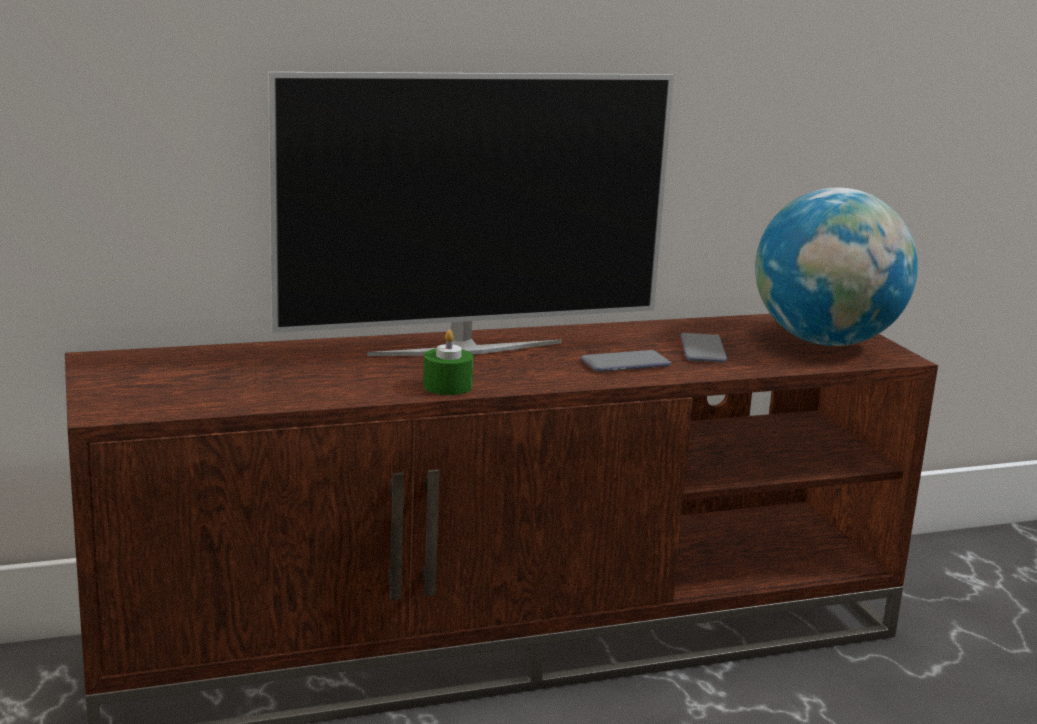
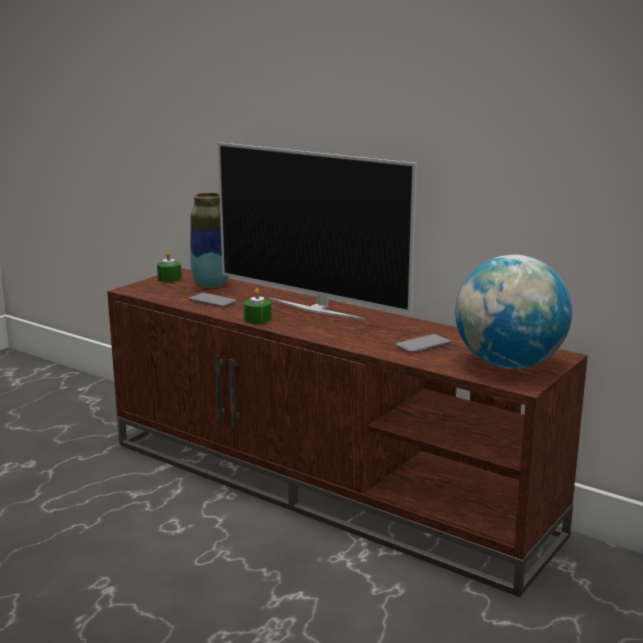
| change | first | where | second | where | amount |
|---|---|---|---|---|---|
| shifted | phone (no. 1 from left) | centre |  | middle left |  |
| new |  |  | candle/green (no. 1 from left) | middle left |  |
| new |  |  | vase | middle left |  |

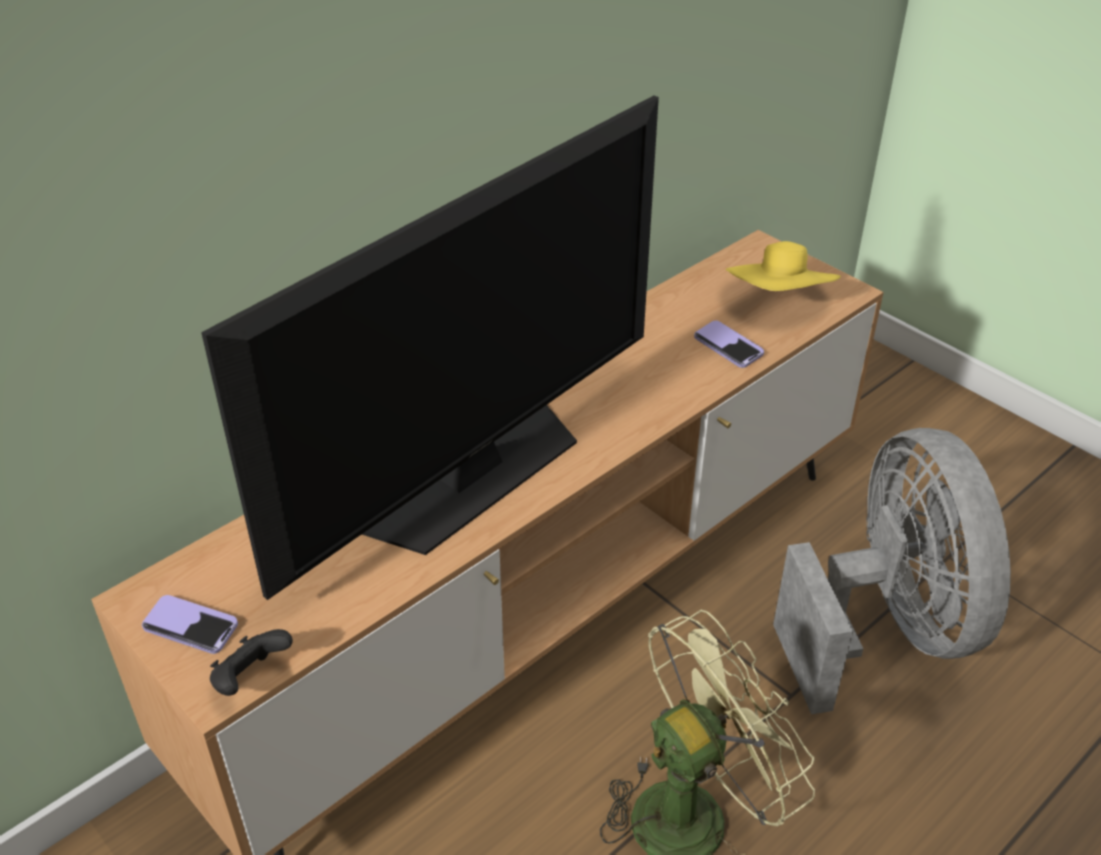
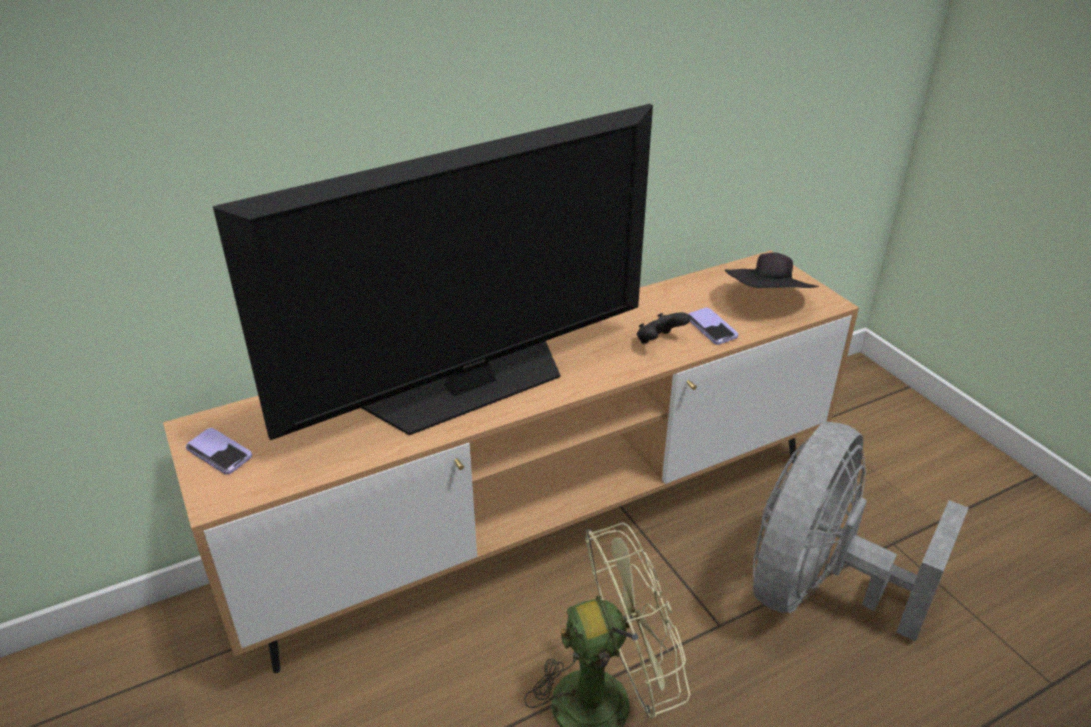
| change | first | where | second | where | amount |
|---|---|---|---|---|---|
| shifted | game controller/black | bottom left |  | centre |  |
| repainted | hat/yellow | top right | hat/black | middle right |  |
| rotated | fan/grey | bottom right |  | bottom right | 150 degrees counterclockwise |

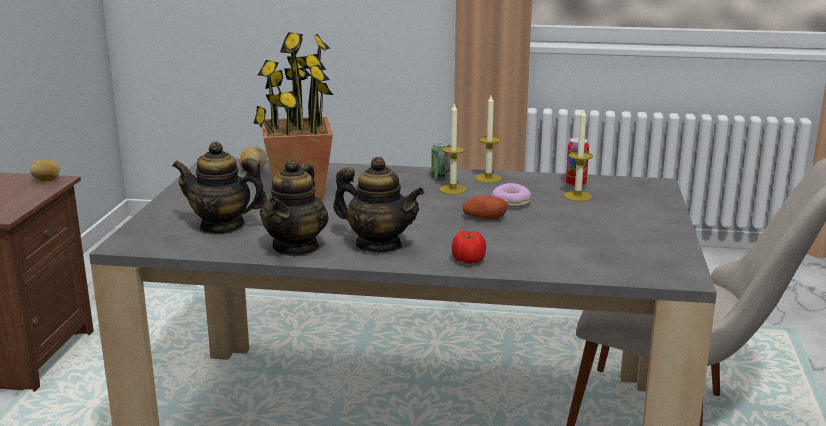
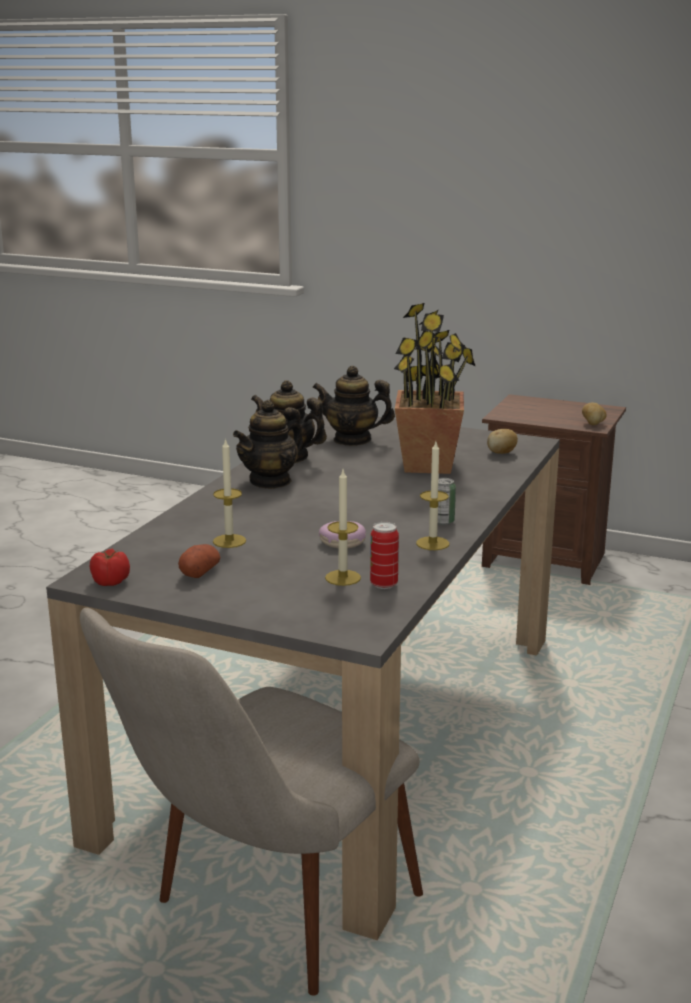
| change | first | where | second | where | amount |
|---|---|---|---|---|---|
| rotated | teapot (no. 1 from left in the first image) | middle left | teapot (no. 3 from left) | centre | 105 degrees counterclockwise |
| shifted | candle (no. 1 from left) | centre |  | middle left |  |
| shifted | tomato | centre |  | middle left |  |
| shifted | potato (no. 3 from left in the first image) | centre | potato (no. 1 from left) | middle left |  |

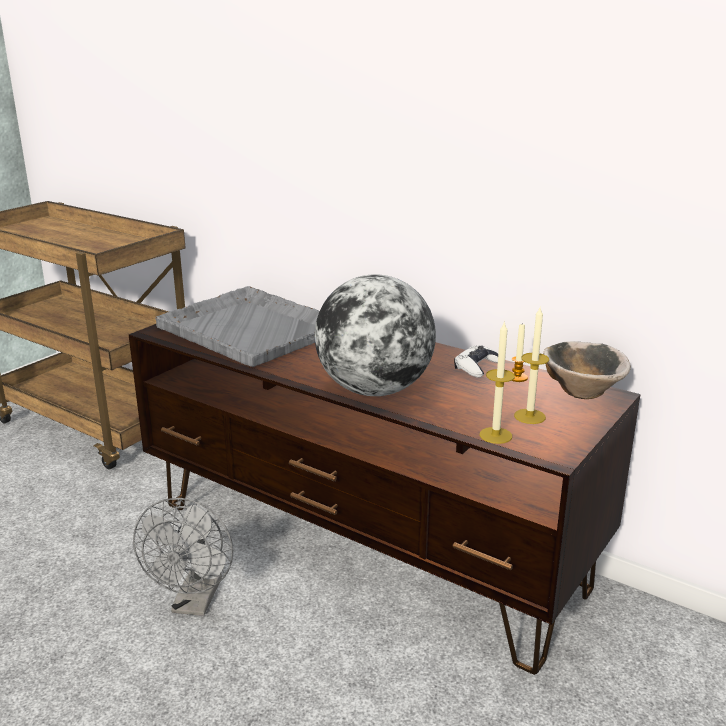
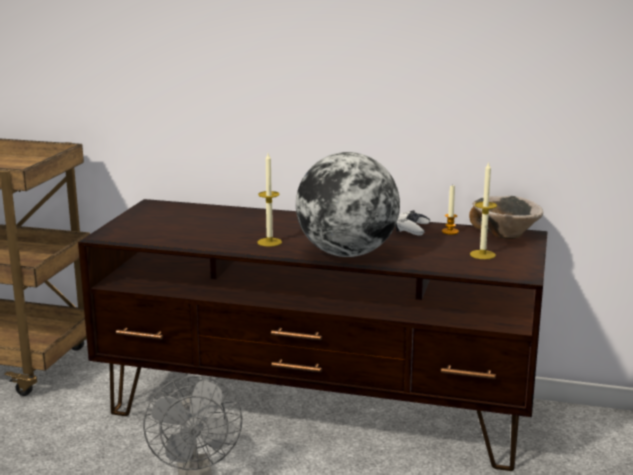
| change | first | where | second | where | amount |
|---|---|---|---|---|---|
| gone | tray/grey | middle left |  |  |  |
| shifted | candle (no. 1 from left) | middle right |  | centre |  |

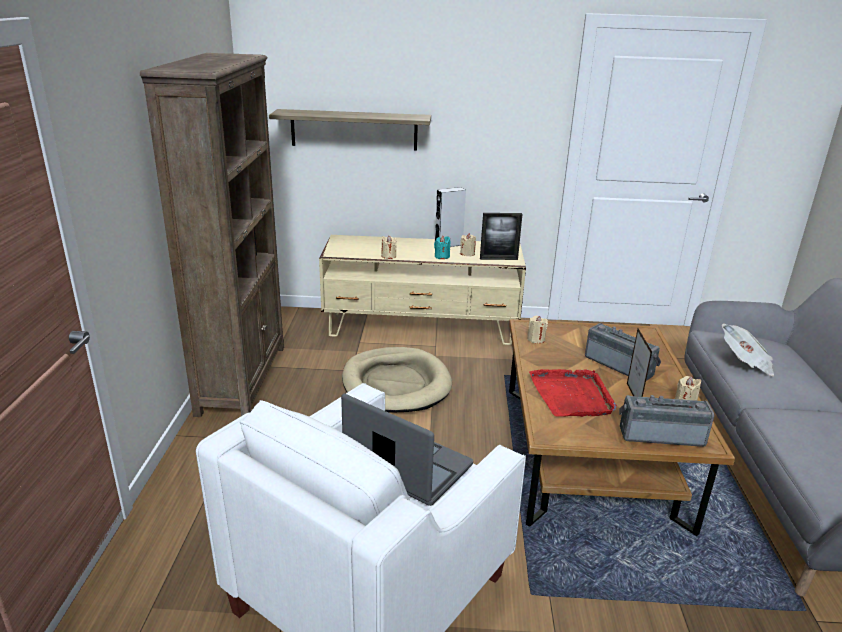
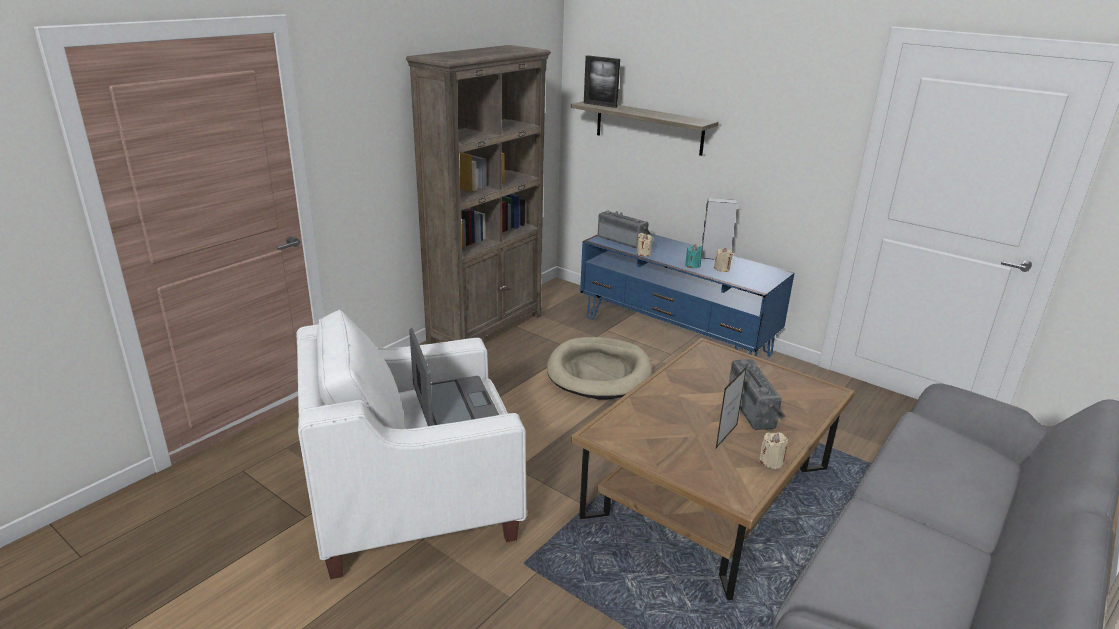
| change | first | where | second | where | amount |
|---|---|---|---|---|---|
| repainted | tv stand/beige | centre | tv stand/blue | centre |  |
| shifted | picture frame (no. 1 from left) | centre |  | top centre |  |
| gone | candle/beige (no. 3 from left) | centre |  |  |  |
| gone | tray/red | middle right |  |  |  |
| shifted | radio (no. 2 from left in the first image) | middle right | radio (no. 1 from left) | centre |  |
| gone | newspaper | middle right |  |  |  |

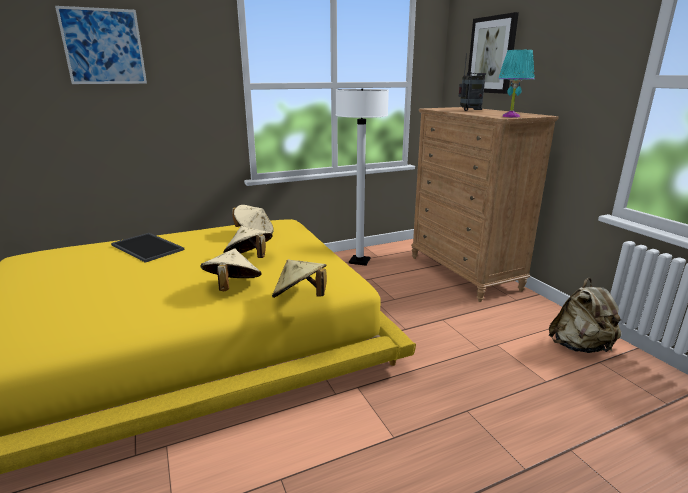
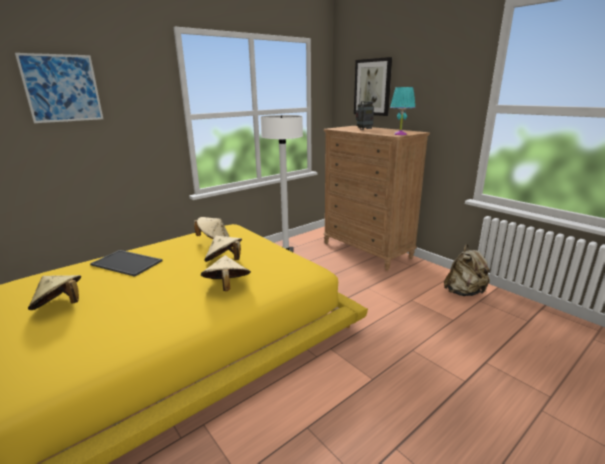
| change | first | where | second | where | amount |
|---|---|---|---|---|---|
| shifted | hat/beige (no. 4 from left in the first image) | centre | hat/beige (no. 1 from left) | middle left |  |

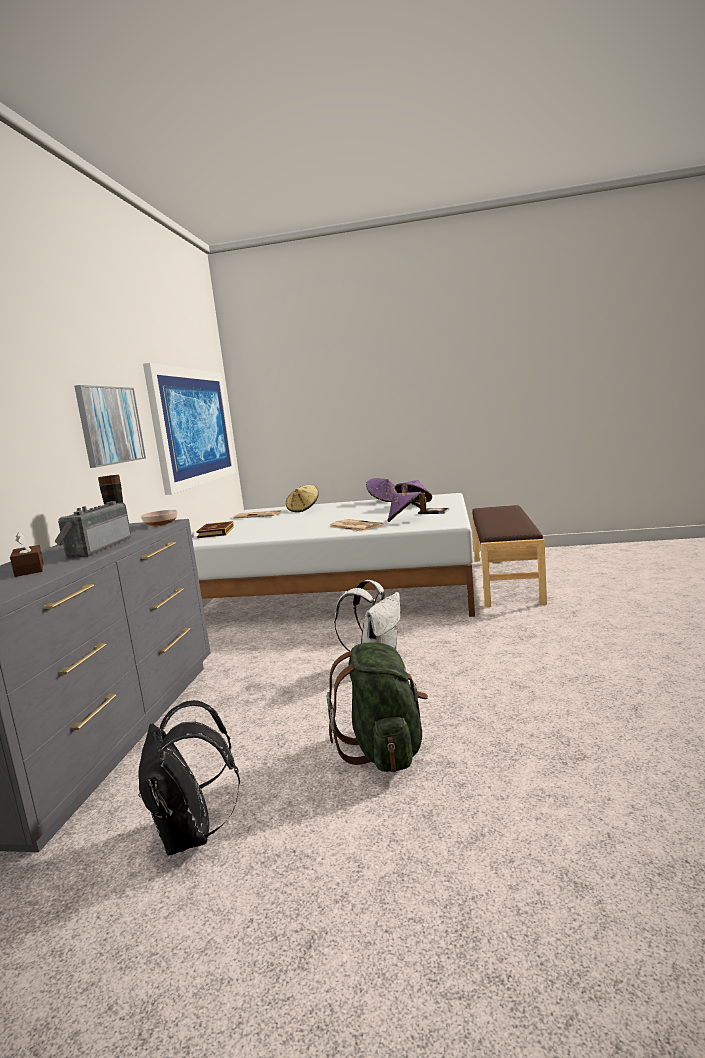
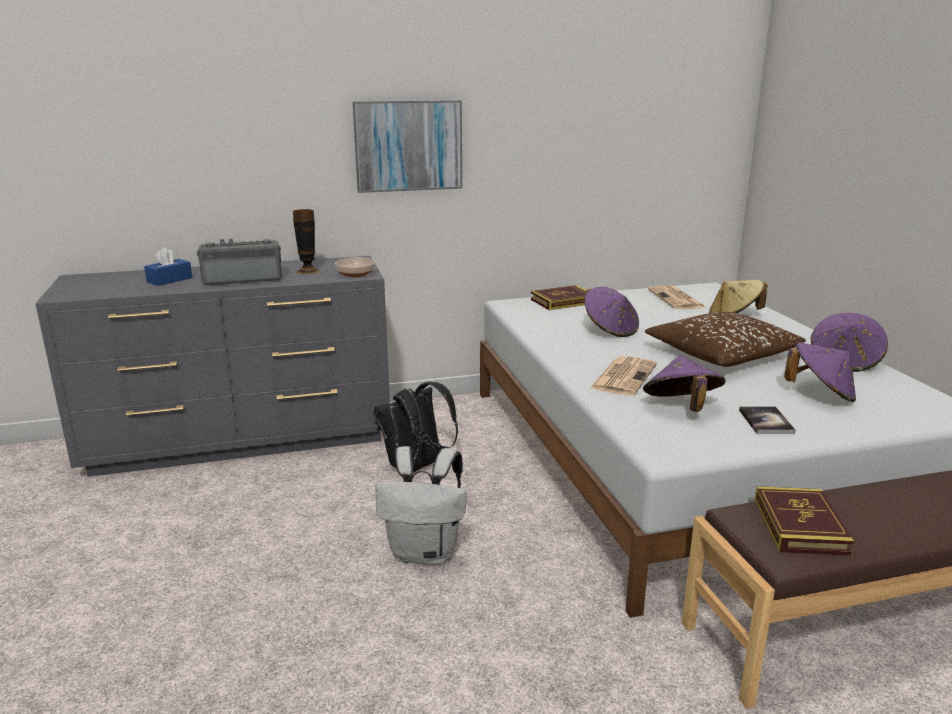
| change | first | where | second | where | amount |
|---|---|---|---|---|---|
| repainted | tissue box/brown | middle left | tissue box/blue | middle left |  |
| shifted | backpack/black | bottom left |  | centre |  |
| gone | picture (no. 2 from left) | middle left |  |  |  |
| gone | backpack/green | bottom centre |  |  |  |
| new |  |  | hat/purple (no. 1 from left) | centre |  |
| new |  |  | pillow/brown | middle right |  |
| new |  |  | book (no. 3 from left) | bottom right |  |

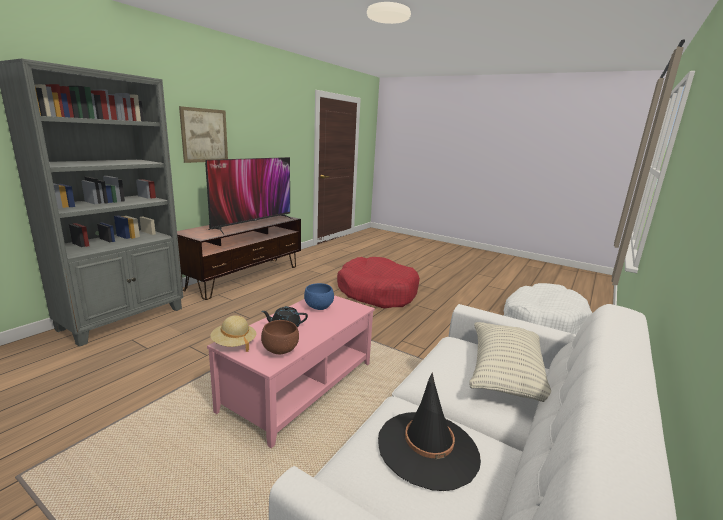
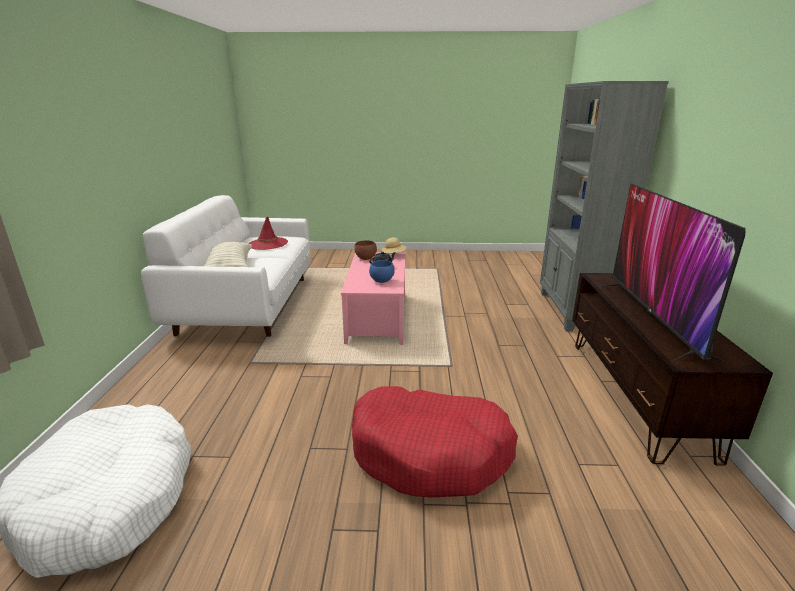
| change | first | where | second | where | amount |
|---|---|---|---|---|---|
| gone | picture | top left |  |  |  |
| repainted | hat/black | bottom centre | hat/red | centre |  |

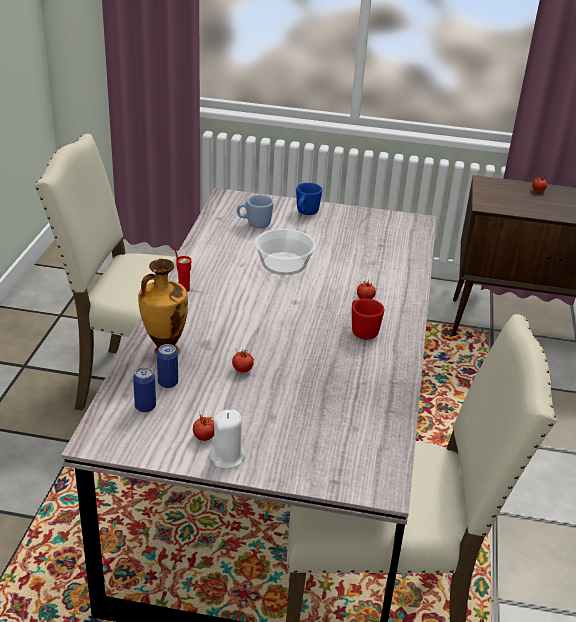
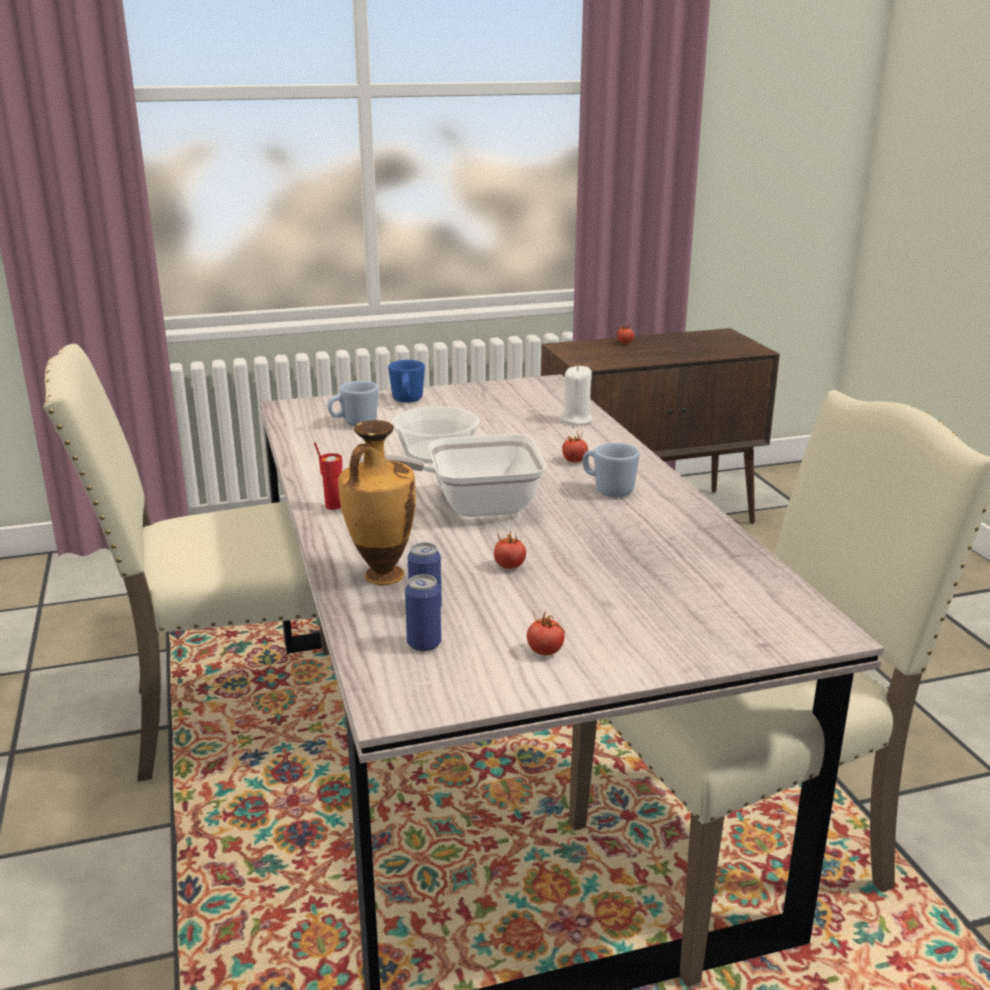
| change | first | where | second | where | amount |
|---|---|---|---|---|---|
| shifted | candle/white | bottom centre |  | centre |  |
| repainted | mug/red | centre | mug/blue (no. 3 from left) | centre |  |
| new |  |  | frying pan | centre |  |

